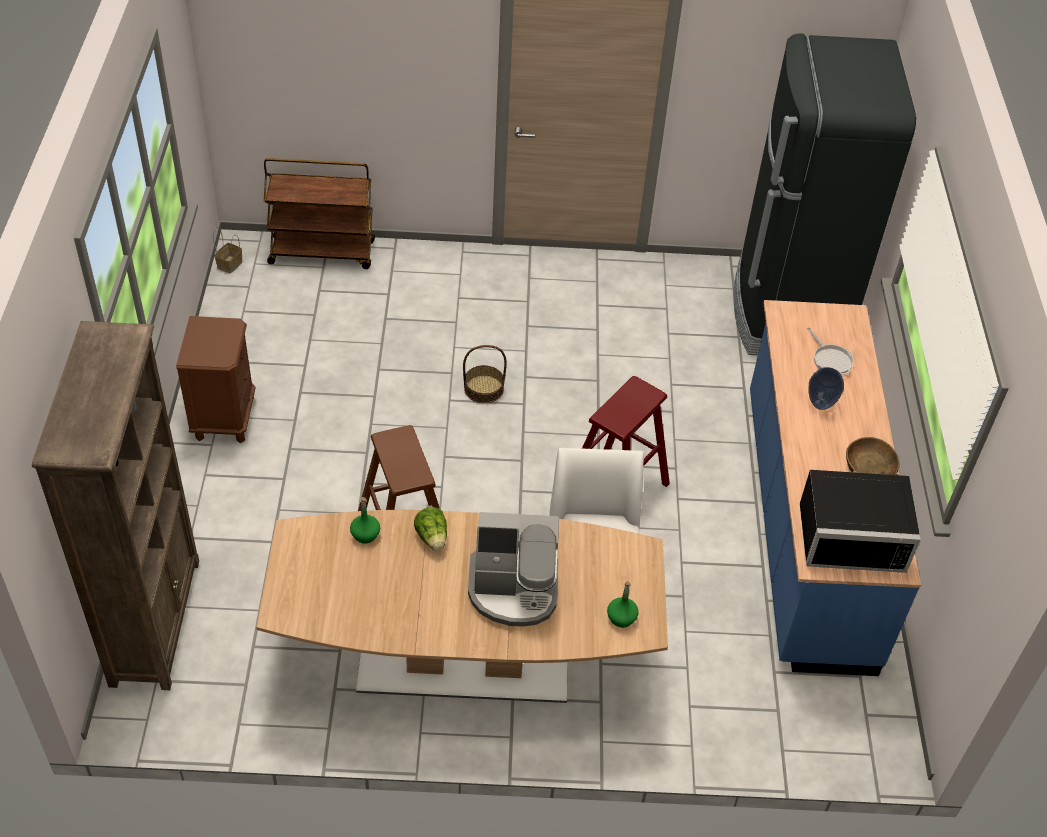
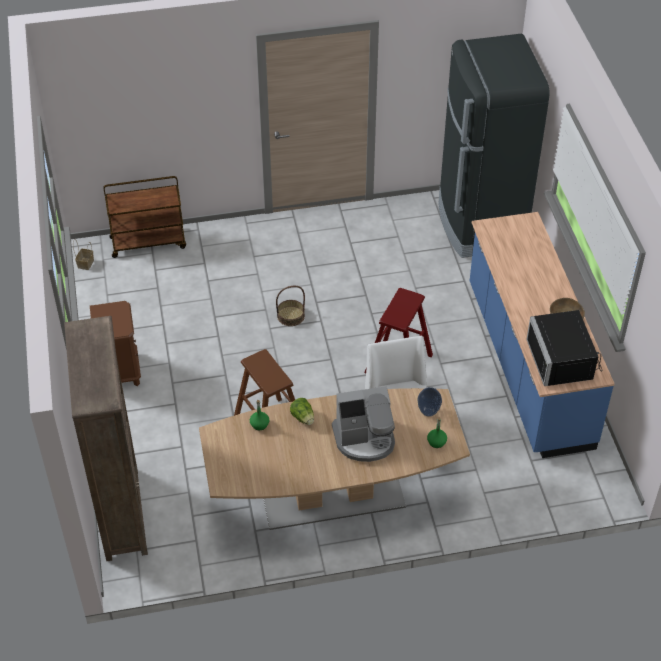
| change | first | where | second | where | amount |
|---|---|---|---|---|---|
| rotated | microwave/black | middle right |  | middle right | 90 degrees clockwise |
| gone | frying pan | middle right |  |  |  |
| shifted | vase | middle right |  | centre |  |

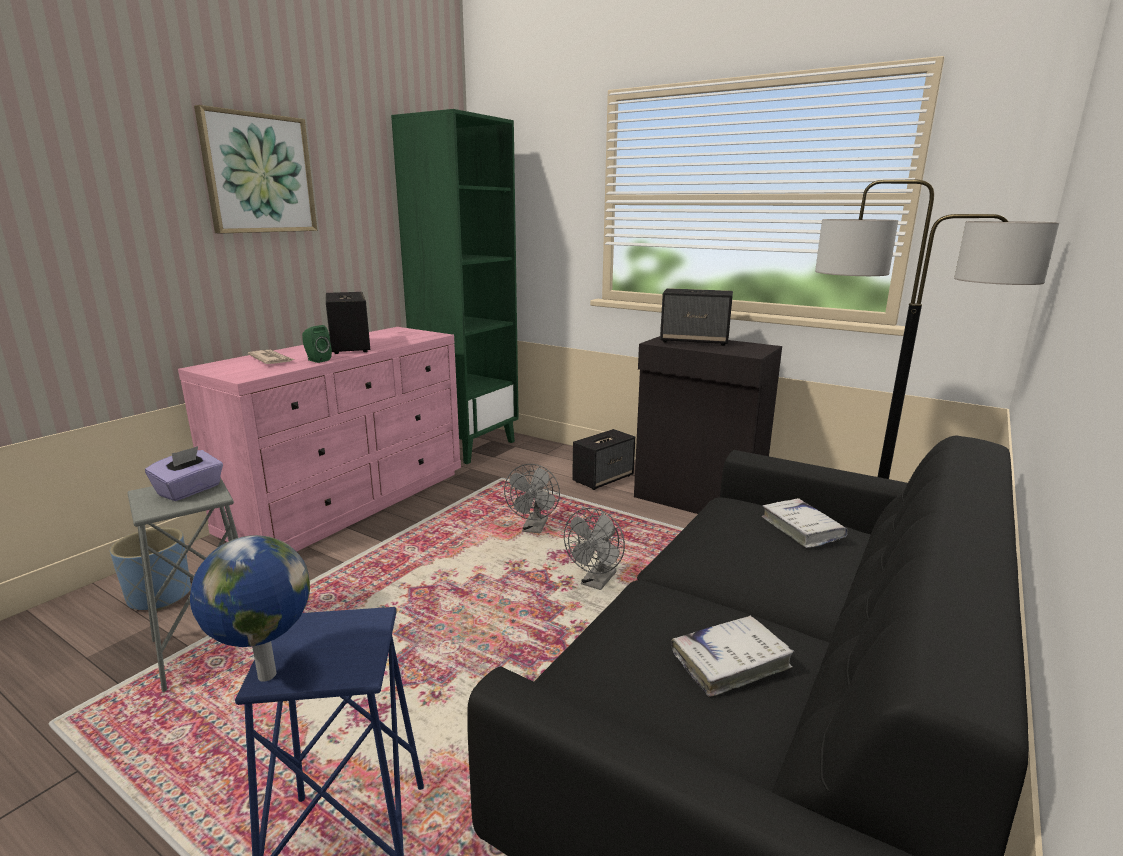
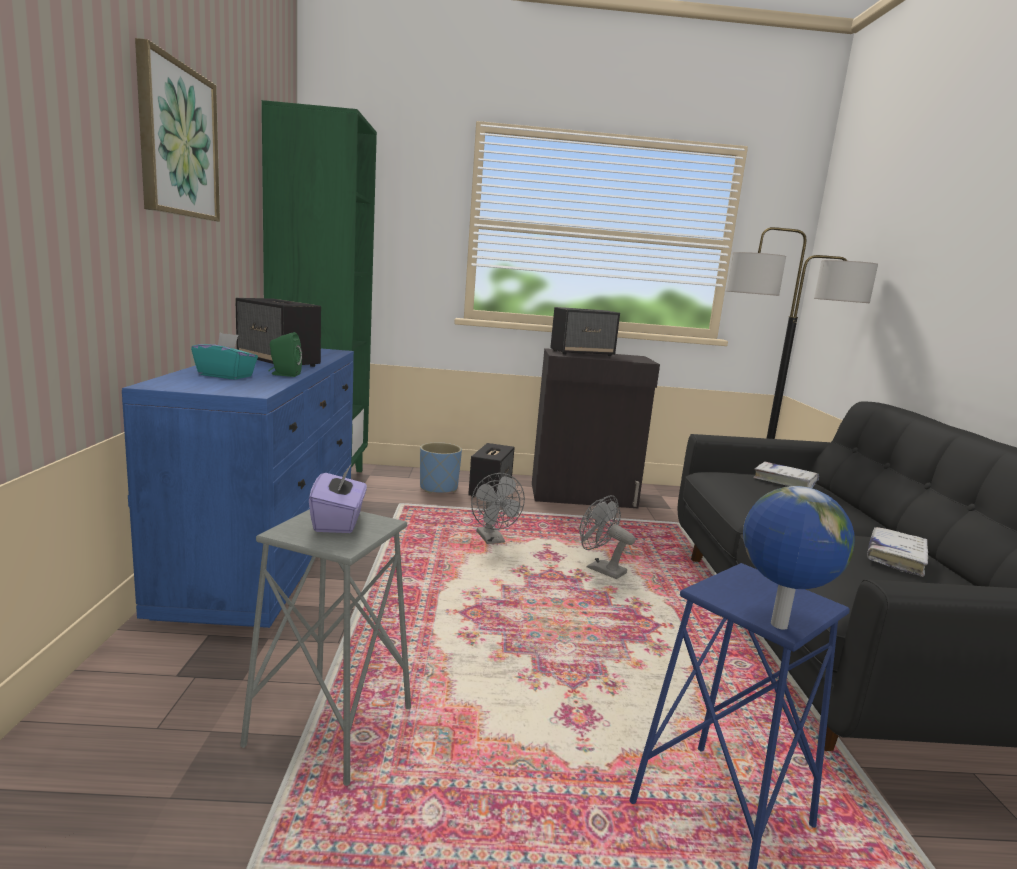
| change | first | where | second | where | amount |
|---|---|---|---|---|---|
| shifted | planter/blue | middle left |  | centre |  |
| repainted | dresser/pink | middle left | dresser/blue | middle left |  |
| swapped | newspaper | middle left | tissue box/turquoise | middle left |  |
| rotated | fan/grey (no. 2 from left) | centre |  | centre | 135 degrees clockwise |

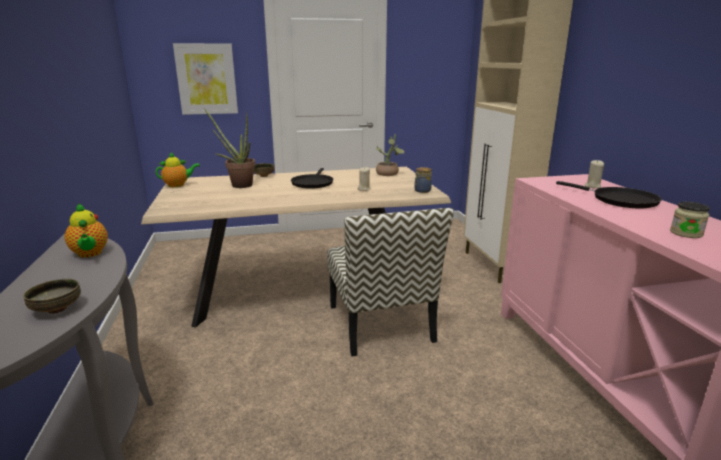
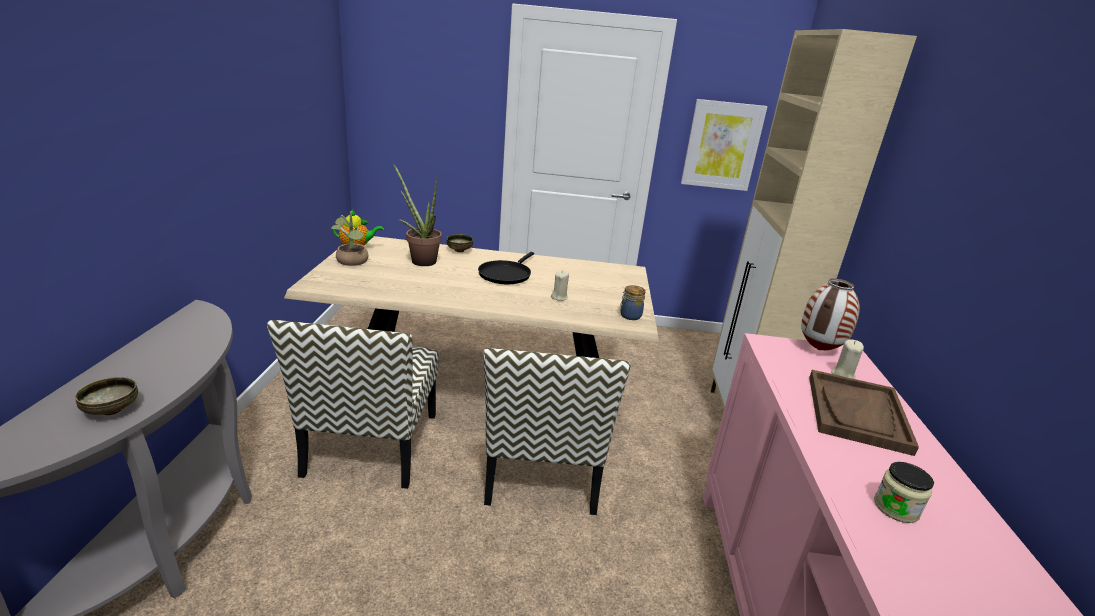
| change | first | where | second | where | amount |
|---|---|---|---|---|---|
| gone | teapot (no. 1 from left) | middle left |  |  |  |
| shifted | picture | top left |  | top centre |  |
| shifted | potted plant (no. 2 from left in the first image) | centre | potted plant (no. 1 from left) | middle left |  |
| swapped | frying pan/black (no. 2 from left) | middle right | tray/brown | bottom right |  |
| new |  |  | chair (no. 1 from left) | middle left |  |
| new |  |  | vase | middle right |  |

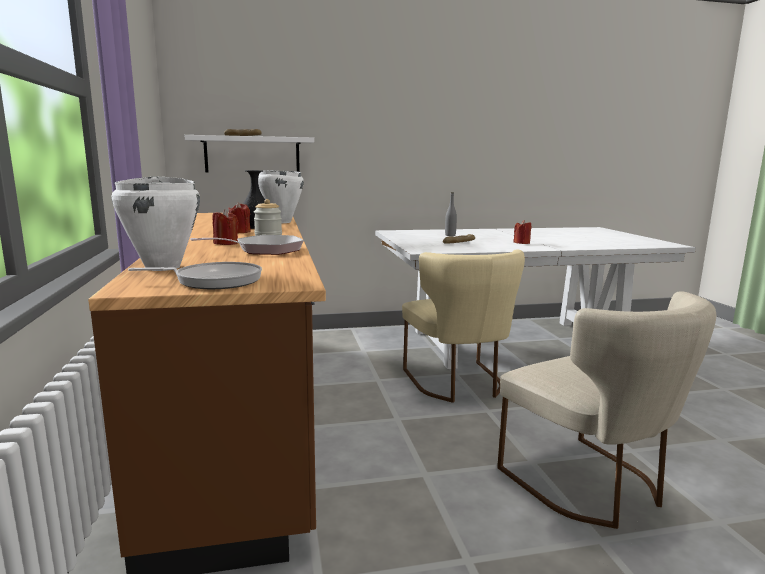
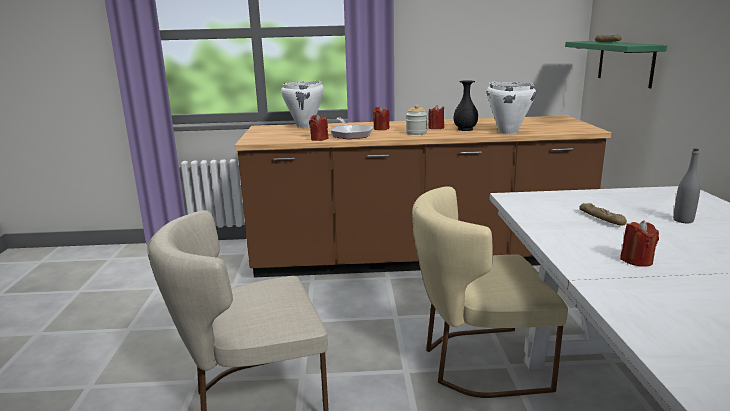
| change | first | where | second | where | amount |
|---|---|---|---|---|---|
| gone | frying pan (no. 1 from left) | middle left |  |  |  |
| repainted | shelf/white | top left | shelf/green | top right |  |
| new |  |  | candle/red (no. 1 from left) | top centre |  |

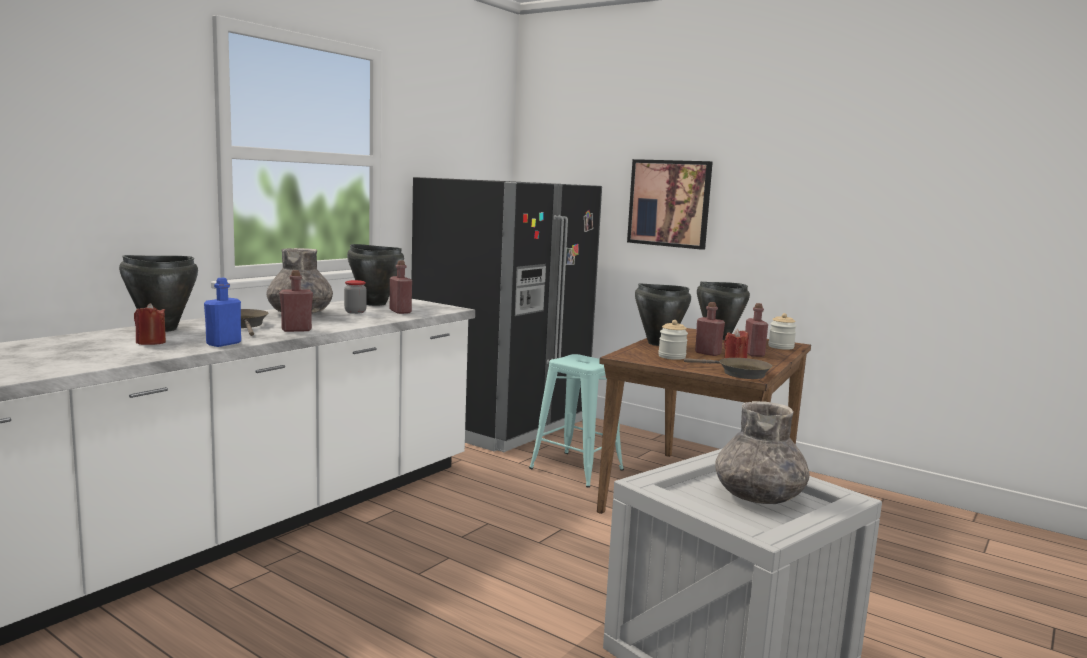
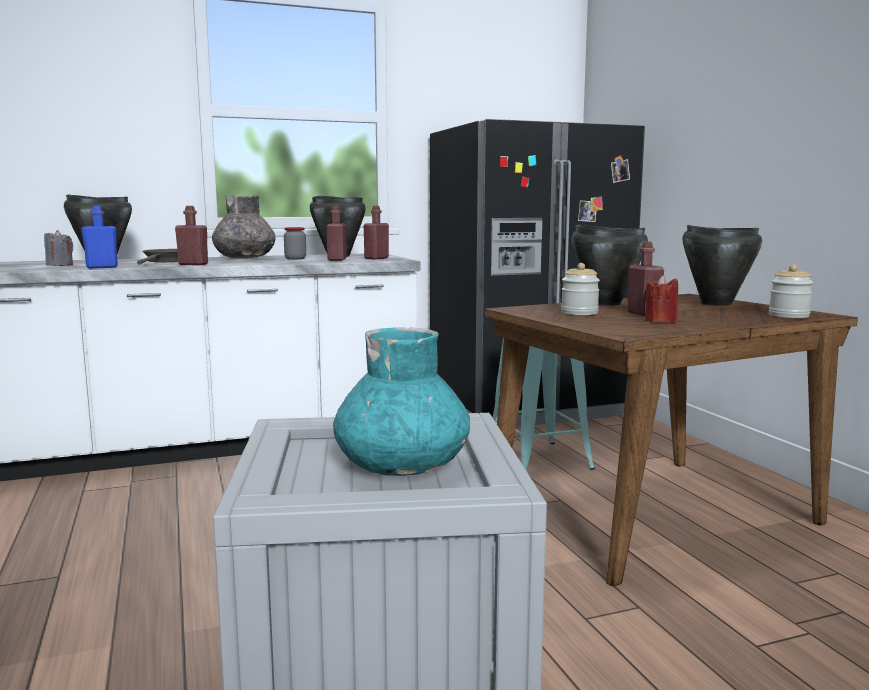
| change | first | where | second | where | amount |
|---|---|---|---|---|---|
| repainted | candle/red (no. 1 from left) | middle left | candle/grey | middle left |  |
| gone | picture | top centre |  |  |  |
| gone | frying pan/brown (no. 2 from left) | middle right |  |  |  |
| repainted | vase/grey (no. 2 from left) | bottom right | vase/turquoise | centre |  |
| shifted | bottle/red (no. 4 from left in the first image) | middle right | bottle/red (no. 3 from left) | centre |  |

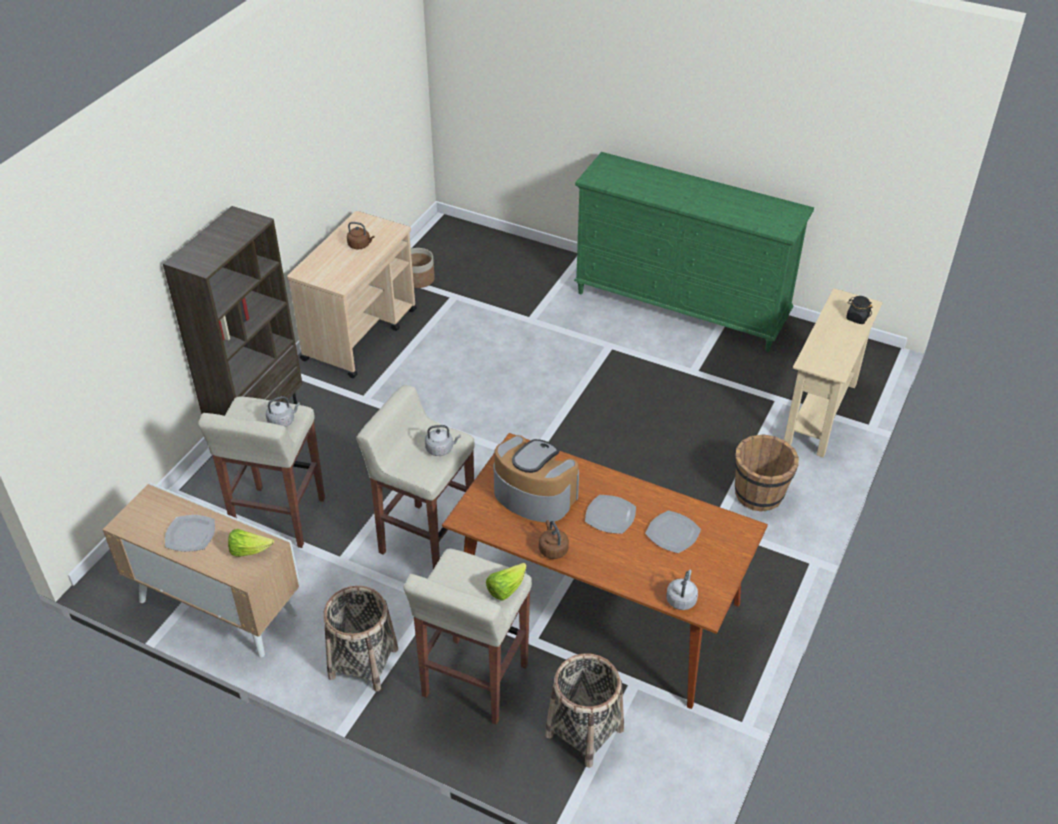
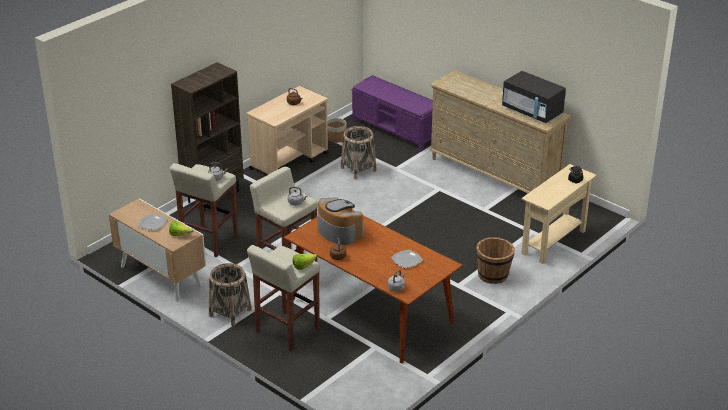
| change | first | where | second | where | amount |
|---|---|---|---|---|---|
| shifted | basket (no. 2 from left) | bottom centre |  | centre |  |
| repainted | dresser/green | top centre | dresser/beige | top right |  |
| gone | plate (no. 2 from left) | centre |  |  |  |
| new |  |  | bench/purple | top centre |  |
| new |  |  | microwave/black | top right |  |

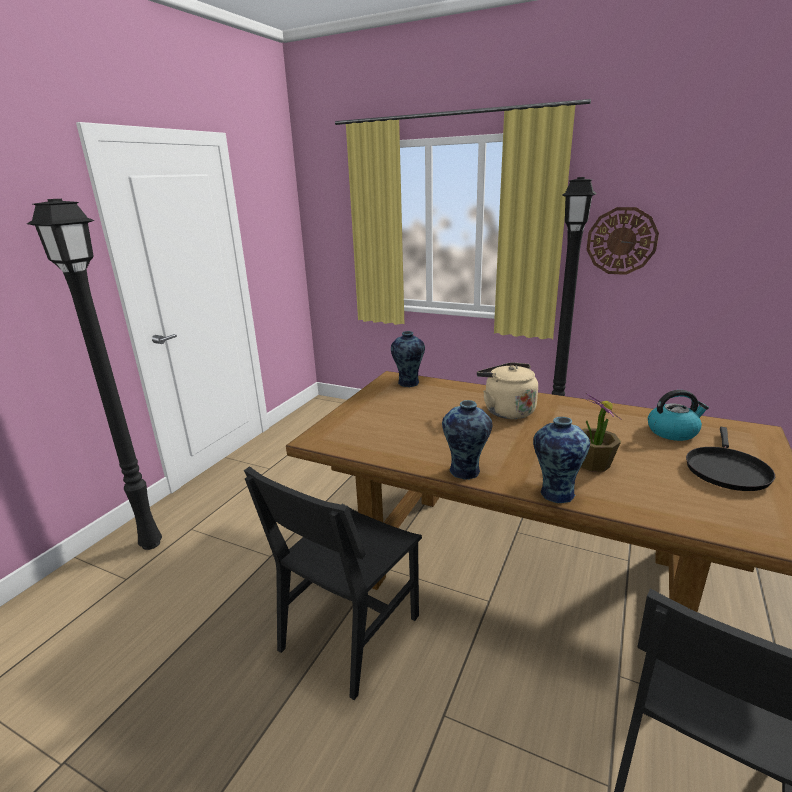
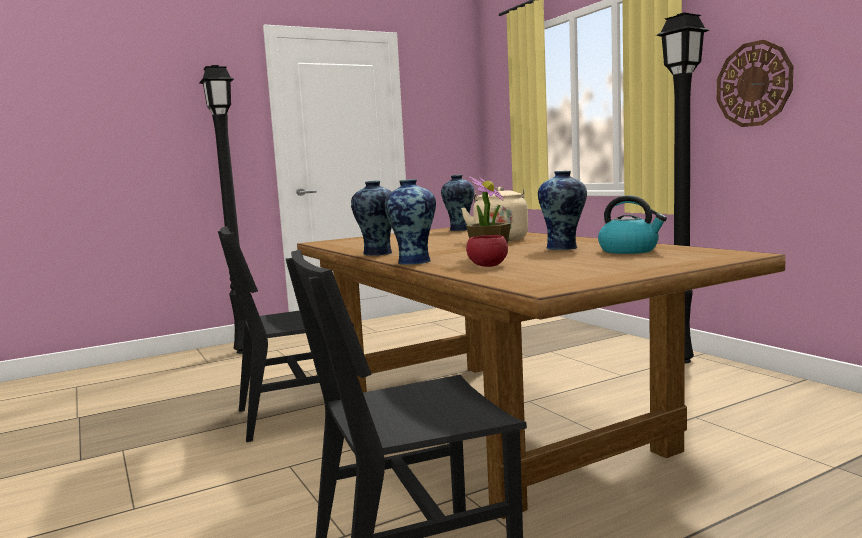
| change | first | where | second | where | amount |
|---|---|---|---|---|---|
| gone | frying pan/black | middle right |  |  |  |
| new |  |  | bowl/red | centre |  |
| new |  |  | vase (no. 4 from left) | centre |  |

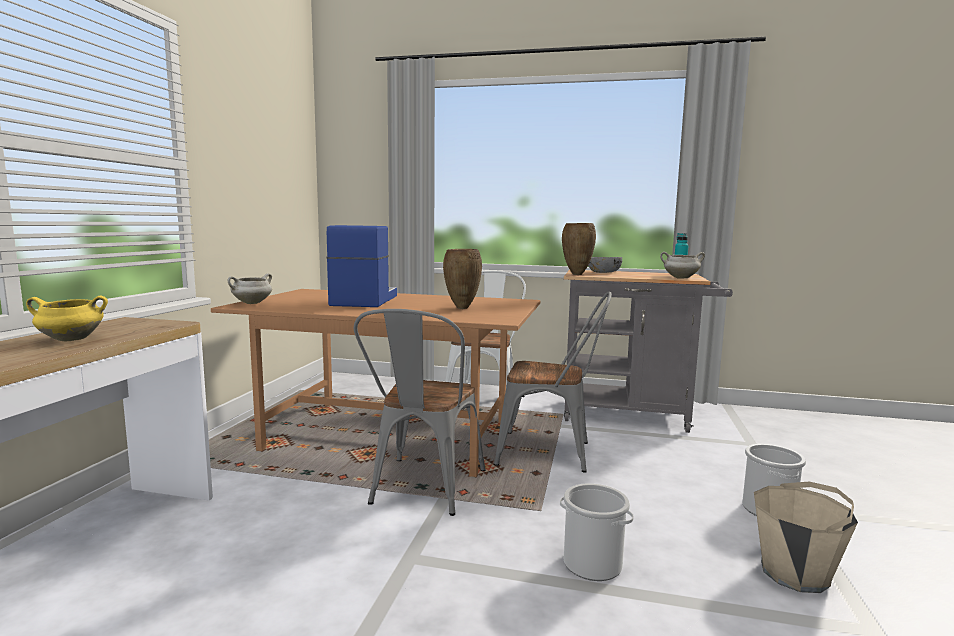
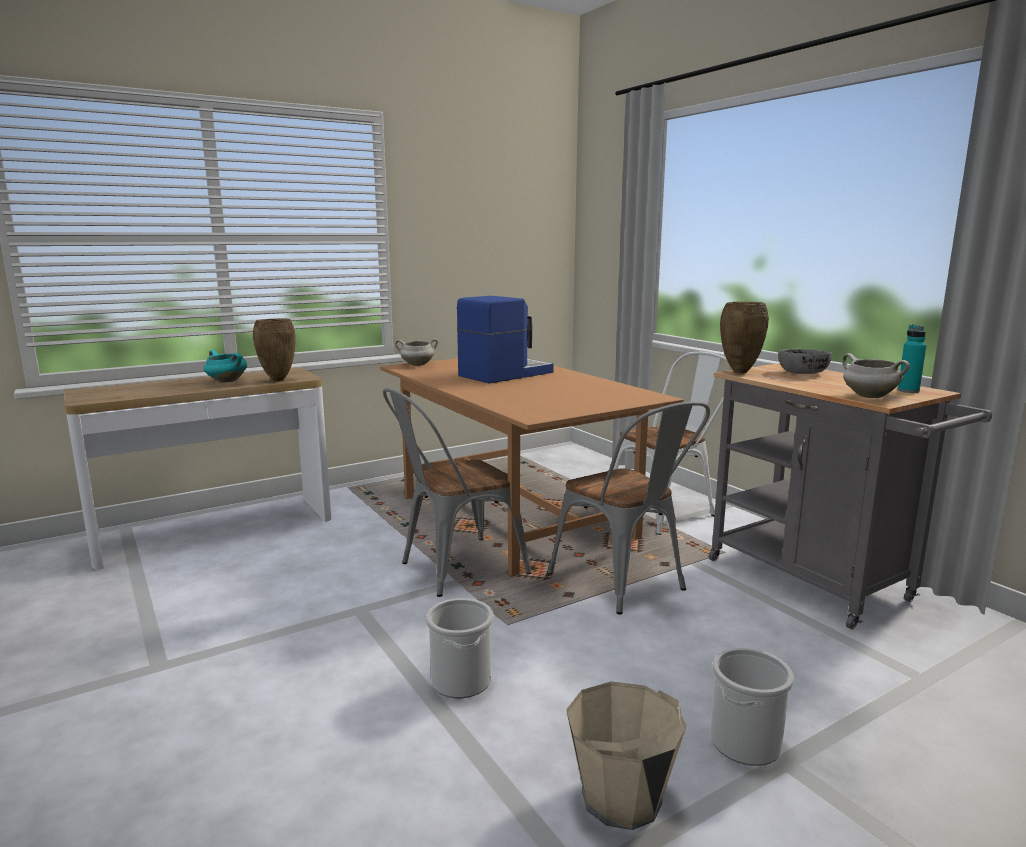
| change | first | where | second | where | amount |
|---|---|---|---|---|---|
| repainted | cooking pot/yellow | middle left | cooking pot/turquoise | middle left |  |
| shifted | vase/brown (no. 1 from left) | centre |  | middle left |  |

